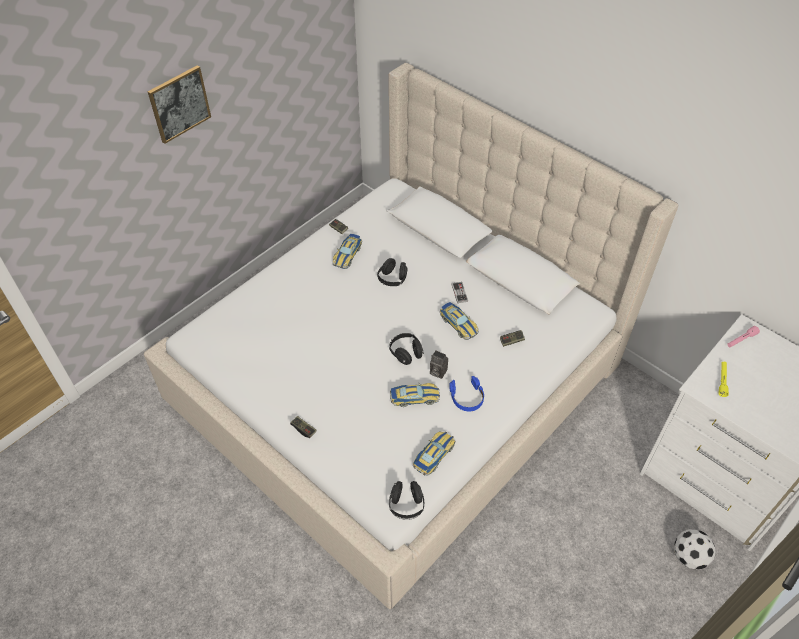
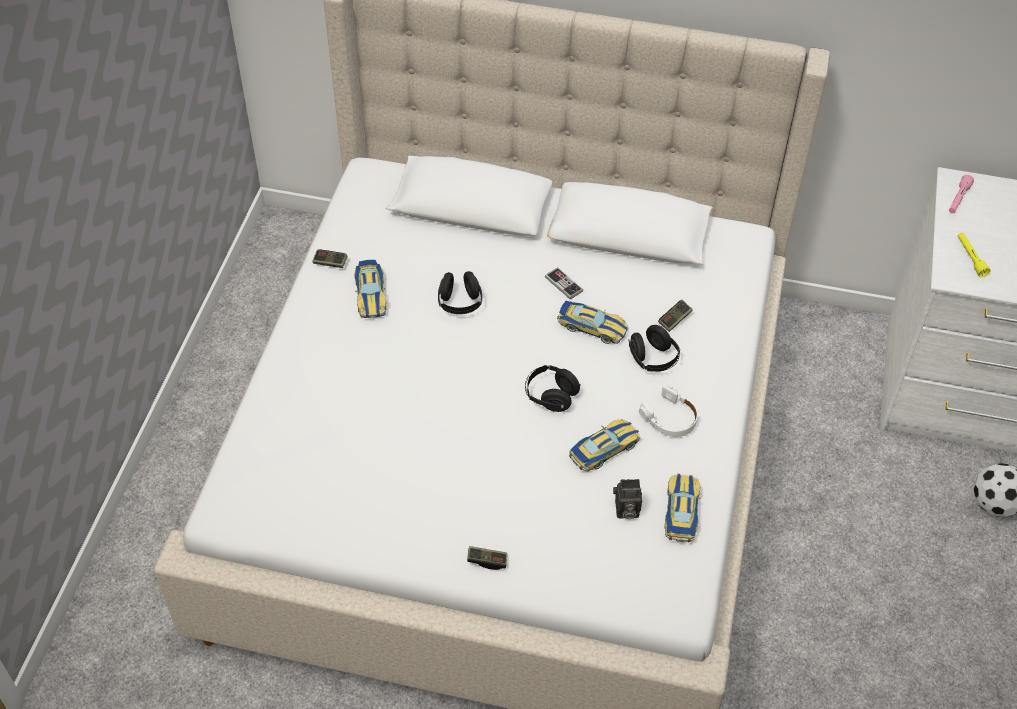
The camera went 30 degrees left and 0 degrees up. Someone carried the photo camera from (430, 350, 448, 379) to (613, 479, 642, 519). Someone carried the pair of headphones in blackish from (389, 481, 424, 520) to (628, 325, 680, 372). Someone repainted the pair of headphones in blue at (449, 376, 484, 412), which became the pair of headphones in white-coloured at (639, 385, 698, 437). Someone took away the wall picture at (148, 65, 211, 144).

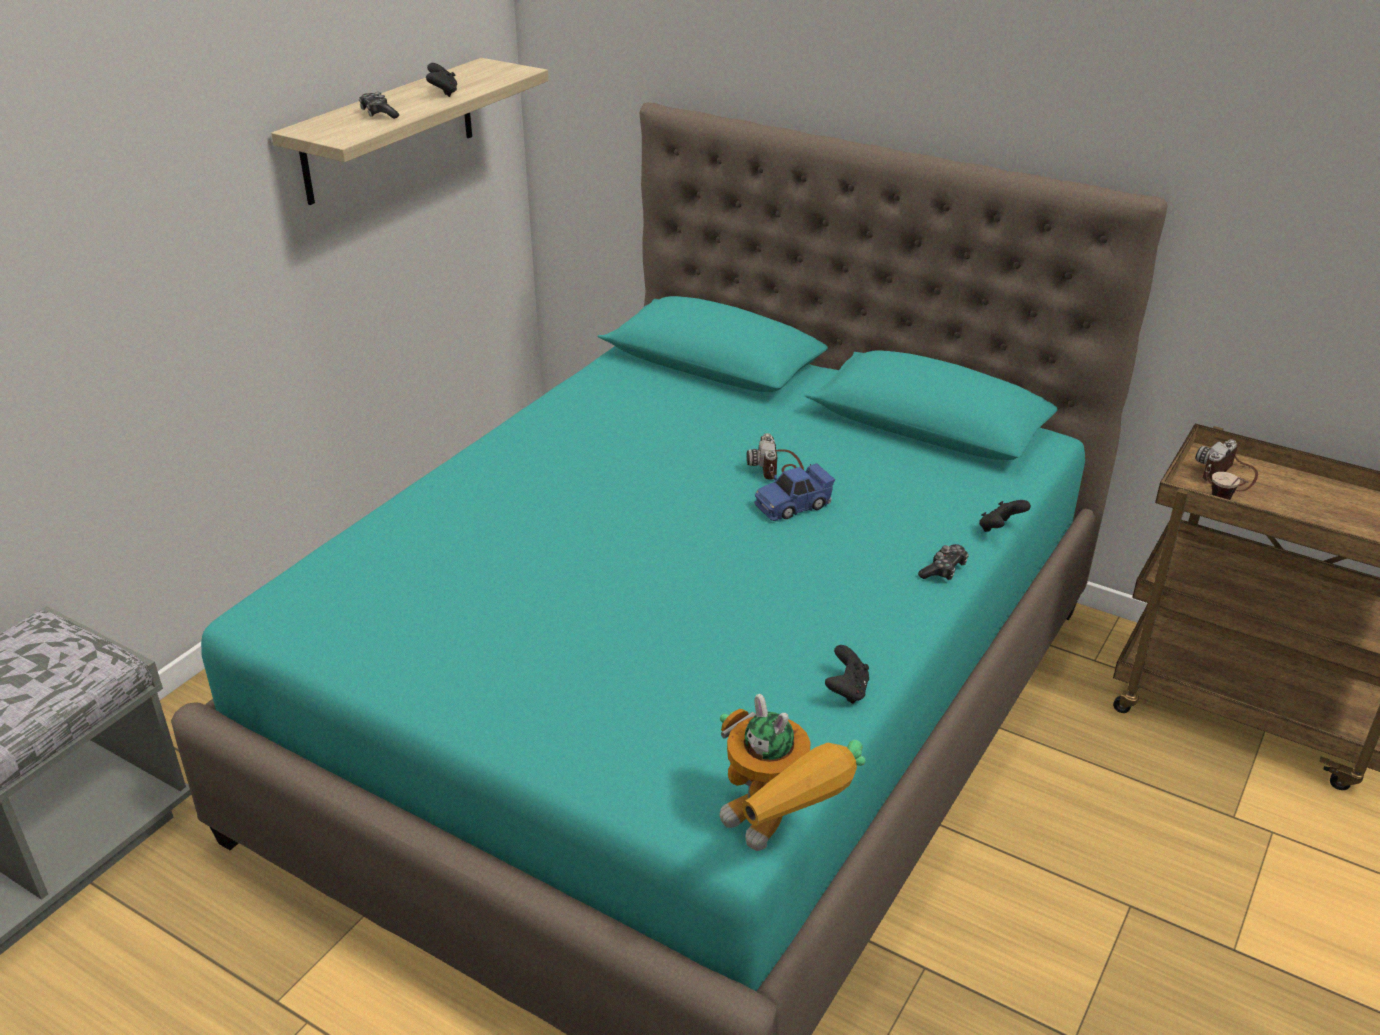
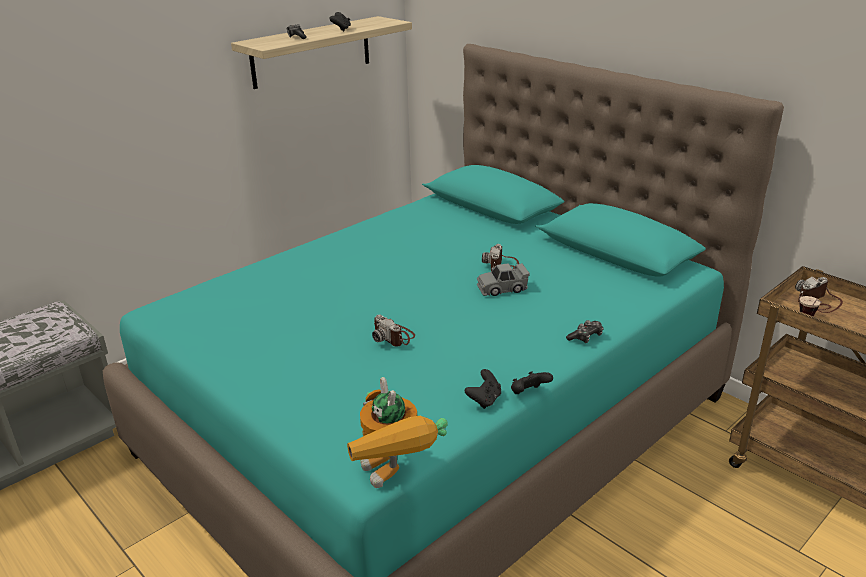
The camera went 15 degrees right and 5 degrees down. Someone put down the photo camera at (372, 315, 415, 347). Someone repainted the toy car in blue at (754, 463, 835, 521), which became the toy car in gray at (477, 263, 530, 296). Someone carried the game controller in blackish from (979, 500, 1031, 532) to (511, 371, 553, 394).

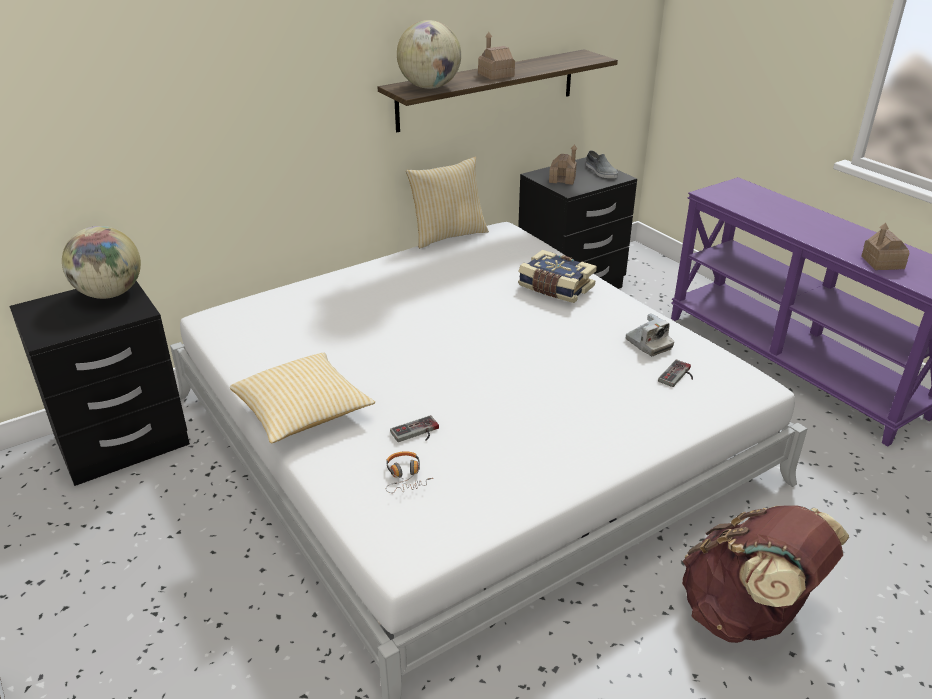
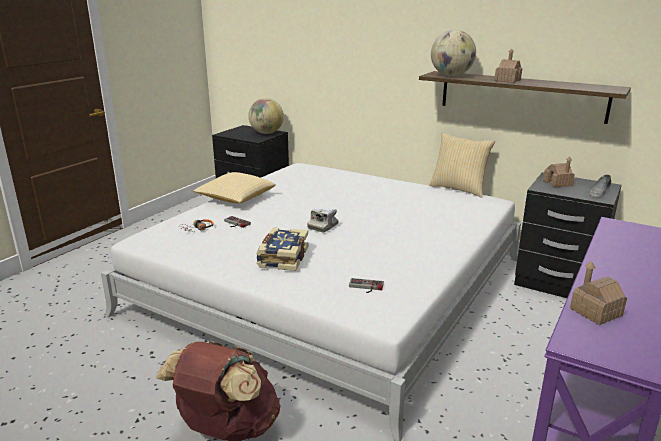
The camera went 65 degrees right and 10 degrees down. Someone carried the bound book from (518, 250, 597, 303) to (256, 227, 308, 271). Someone carried the photo camera from (626, 313, 674, 356) to (307, 209, 339, 232).

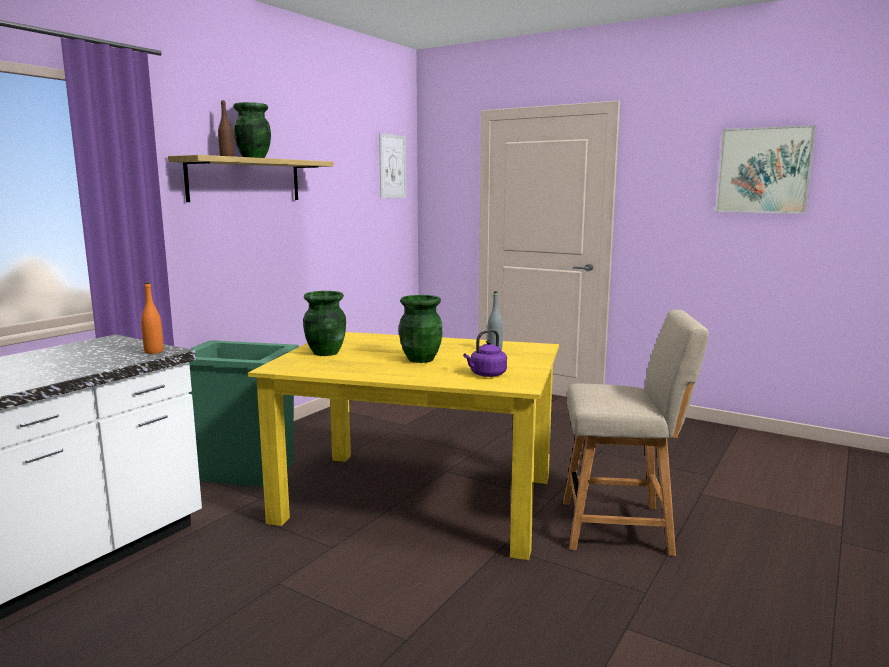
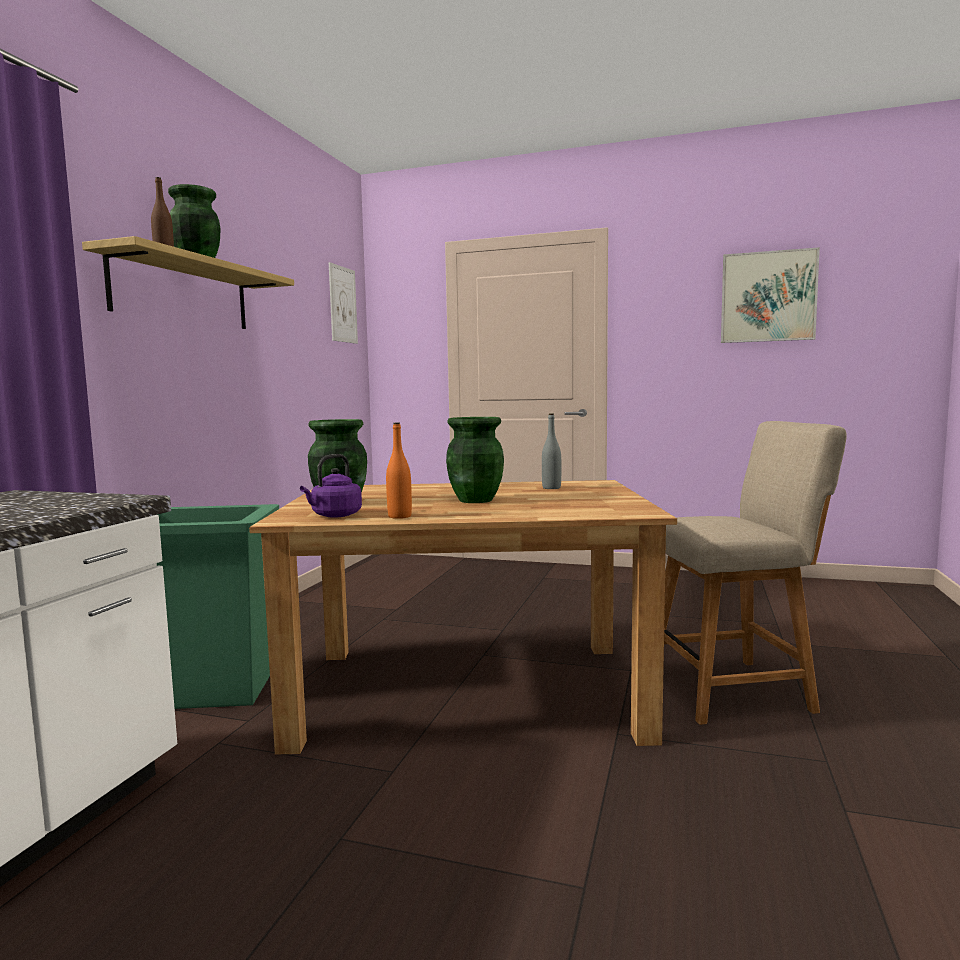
The camera went 15 degrees left and 5 degrees down. Someone repainted the kitchen table in yellowish at (248, 332, 559, 560), which became the kitchen table in brown at (249, 480, 677, 755). Someone carried the tea kettle in purple from (463, 329, 507, 377) to (300, 454, 362, 518). Someone carried the bottle in orange from (141, 282, 163, 354) to (386, 423, 412, 519).

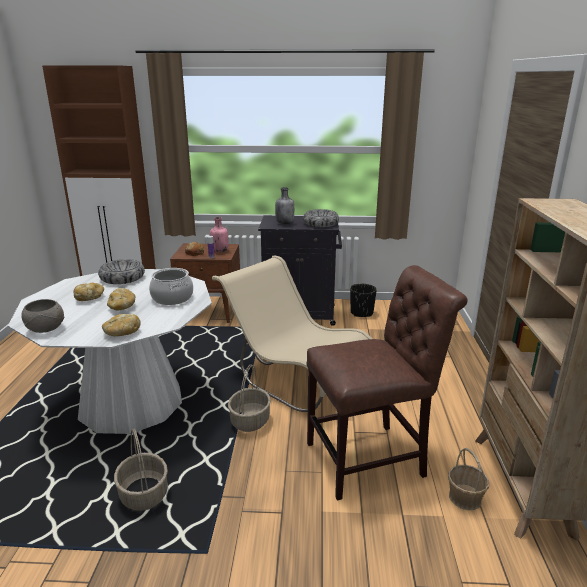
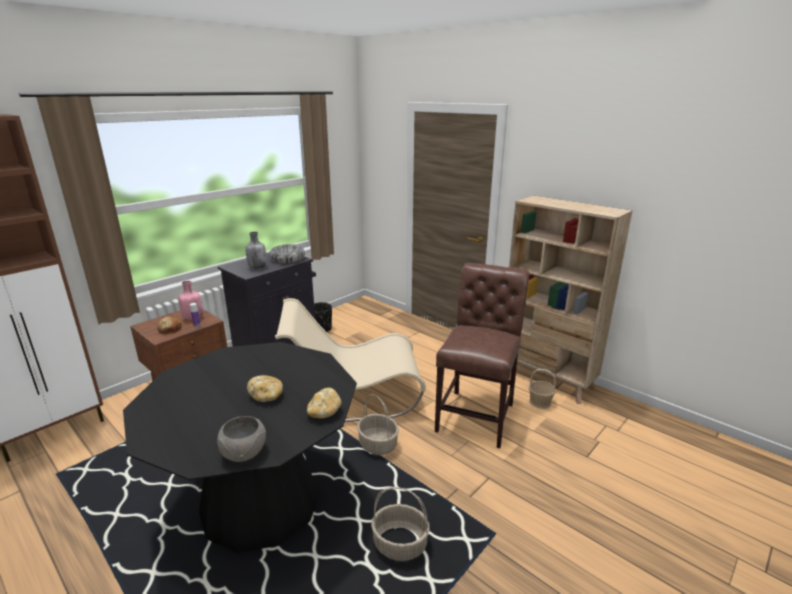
The camera went 50 degrees left and 0 degrees up. Someone repainted the kitchen table in white-coloured at (8, 269, 212, 434), which became the kitchen table in blackish at (123, 342, 357, 553). Someone took away the bread at (73, 283, 104, 301). Someone took away the deep dish at (98, 259, 145, 284). Someone took away the cooking pot at (149, 268, 193, 305).

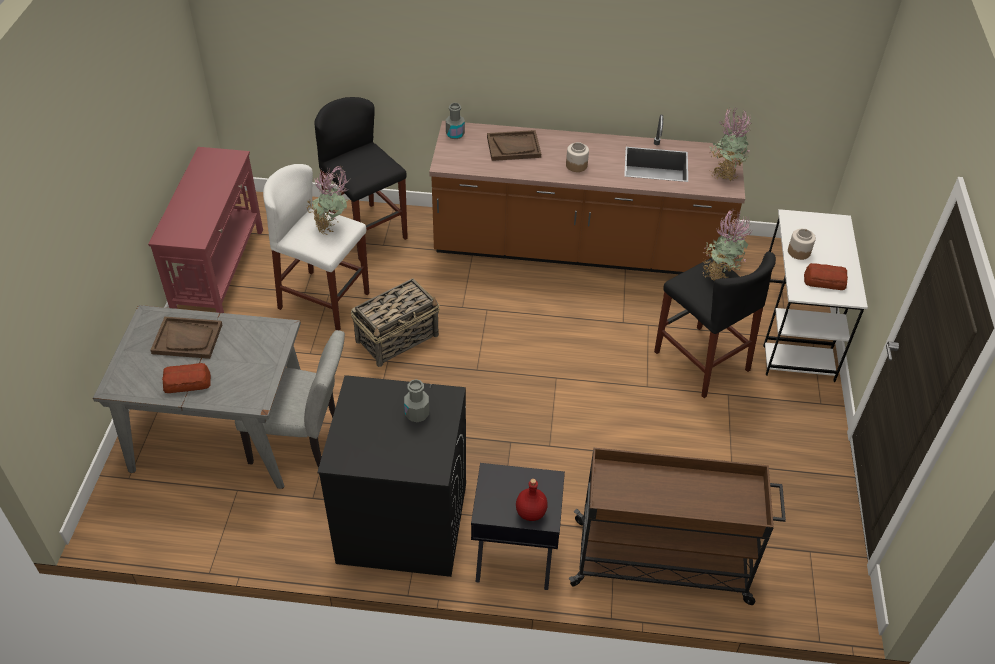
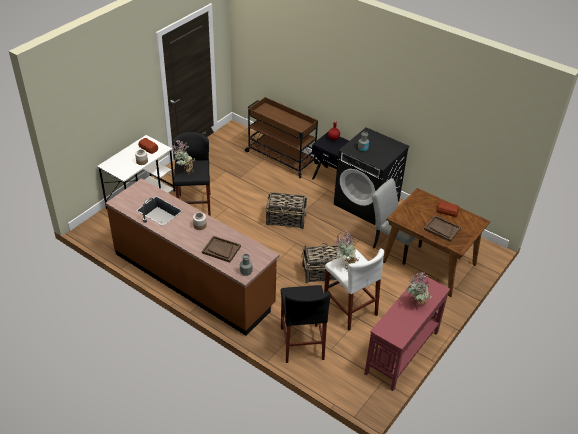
The camera went 150 degrees left and 5 degrees down. Someone put down the basket at (265, 192, 308, 229). Someone repainted the kitchen table in gray at (93, 305, 301, 489), which became the kitchen table in brown at (383, 188, 490, 297). Someone carried the houseplant from (709, 107, 752, 181) to (407, 272, 433, 307).

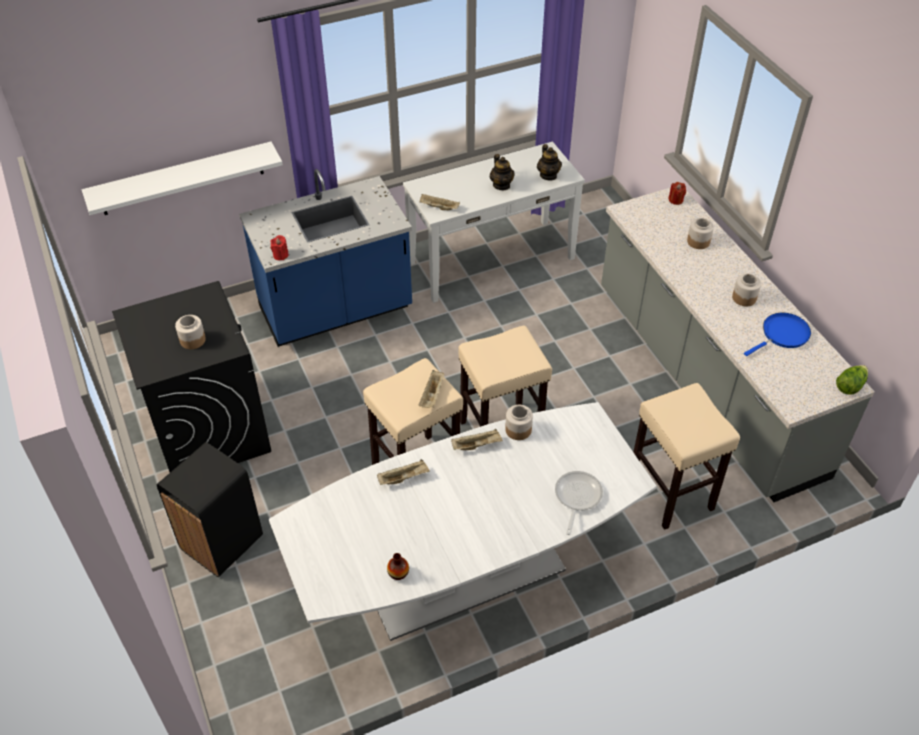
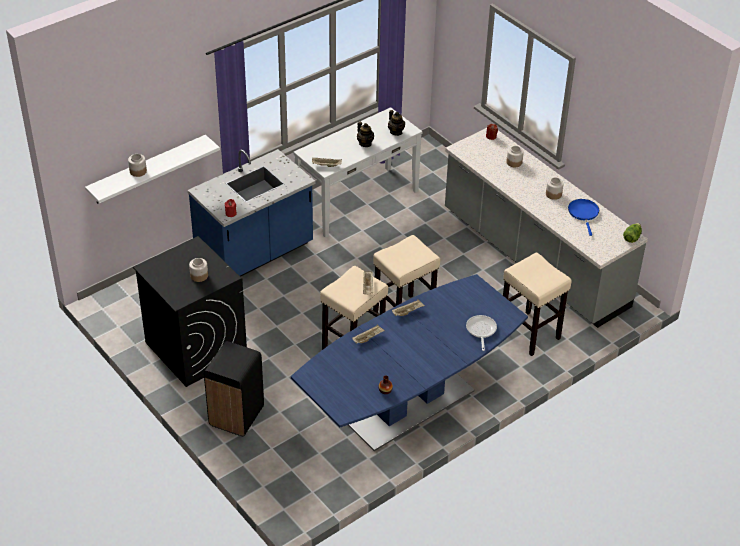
The camera went 15 degrees left and 5 degrees down. Someone carried the preserve jar from (505, 405, 533, 440) to (128, 154, 147, 177). Someone repainted the kitchen table in white-coloured at (269, 402, 657, 641), which became the kitchen table in blue at (291, 274, 528, 451). Someone rotated the skillet in blue at (744, 313, 811, 356) by 45 degrees counterclockwise.

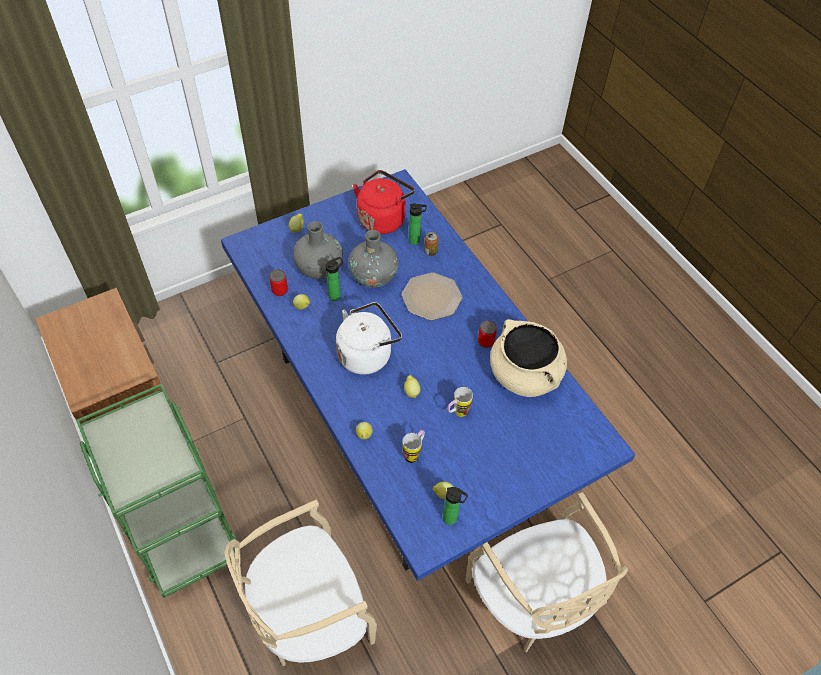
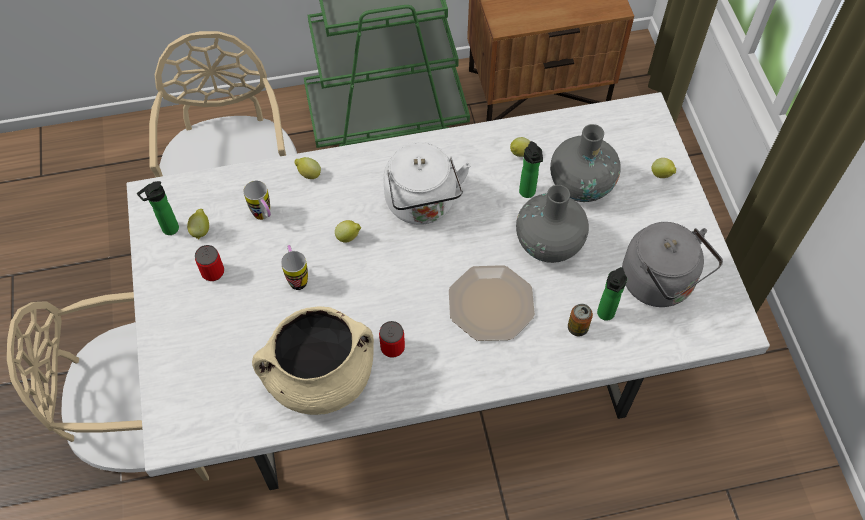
The camera went 110 degrees right and 5 degrees up. Someone repainted the kitchen table in blue at (221, 169, 635, 581), which became the kitchen table in white-coloured at (127, 92, 770, 490). Someone carried the can from (269, 269, 288, 296) to (195, 245, 224, 281). Someone repainted the tea kettle in red-coloured at (353, 170, 415, 234), which became the tea kettle in gray at (622, 222, 723, 307).

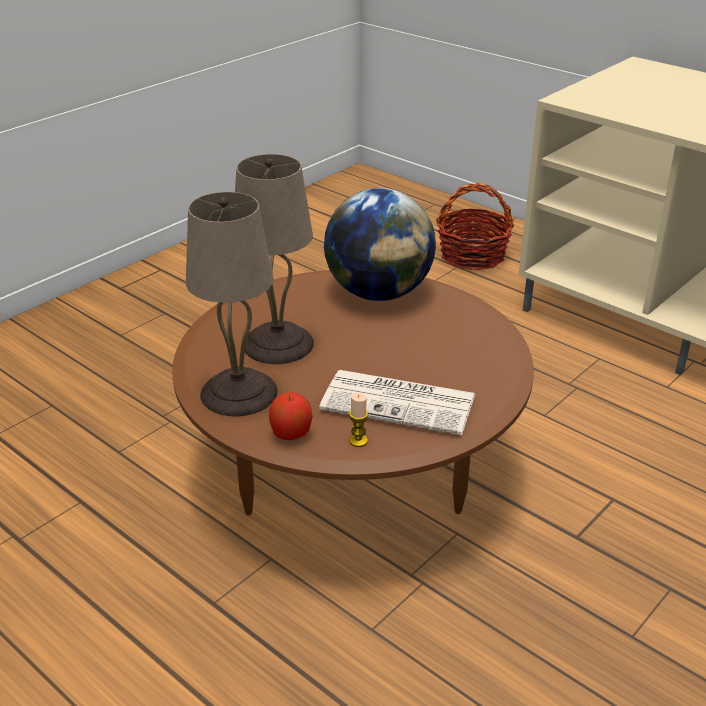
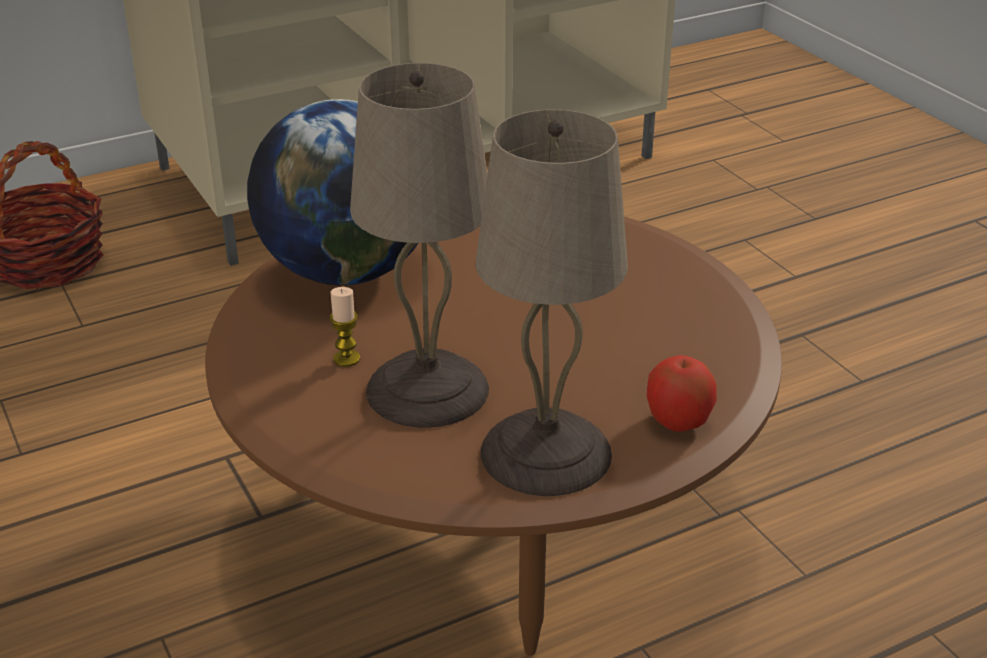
The camera went 70 degrees left and 0 degrees up. Someone carried the wax candle from (349, 393, 368, 447) to (330, 287, 360, 367). Someone took away the printed paper at (319, 370, 475, 435).

